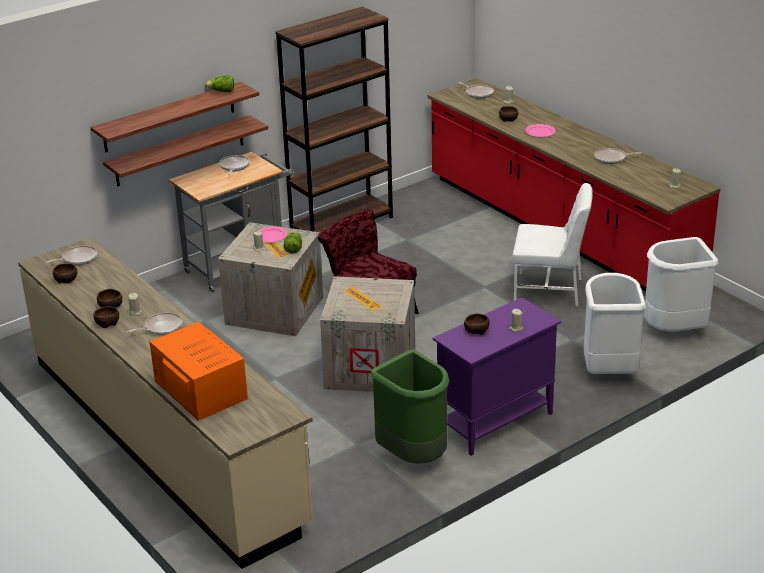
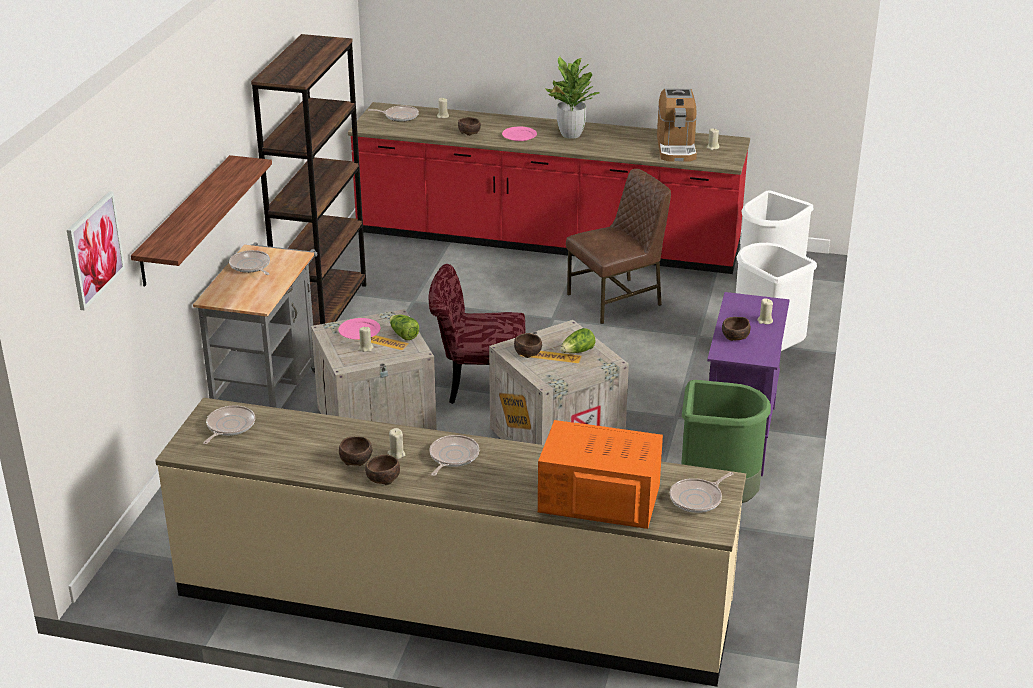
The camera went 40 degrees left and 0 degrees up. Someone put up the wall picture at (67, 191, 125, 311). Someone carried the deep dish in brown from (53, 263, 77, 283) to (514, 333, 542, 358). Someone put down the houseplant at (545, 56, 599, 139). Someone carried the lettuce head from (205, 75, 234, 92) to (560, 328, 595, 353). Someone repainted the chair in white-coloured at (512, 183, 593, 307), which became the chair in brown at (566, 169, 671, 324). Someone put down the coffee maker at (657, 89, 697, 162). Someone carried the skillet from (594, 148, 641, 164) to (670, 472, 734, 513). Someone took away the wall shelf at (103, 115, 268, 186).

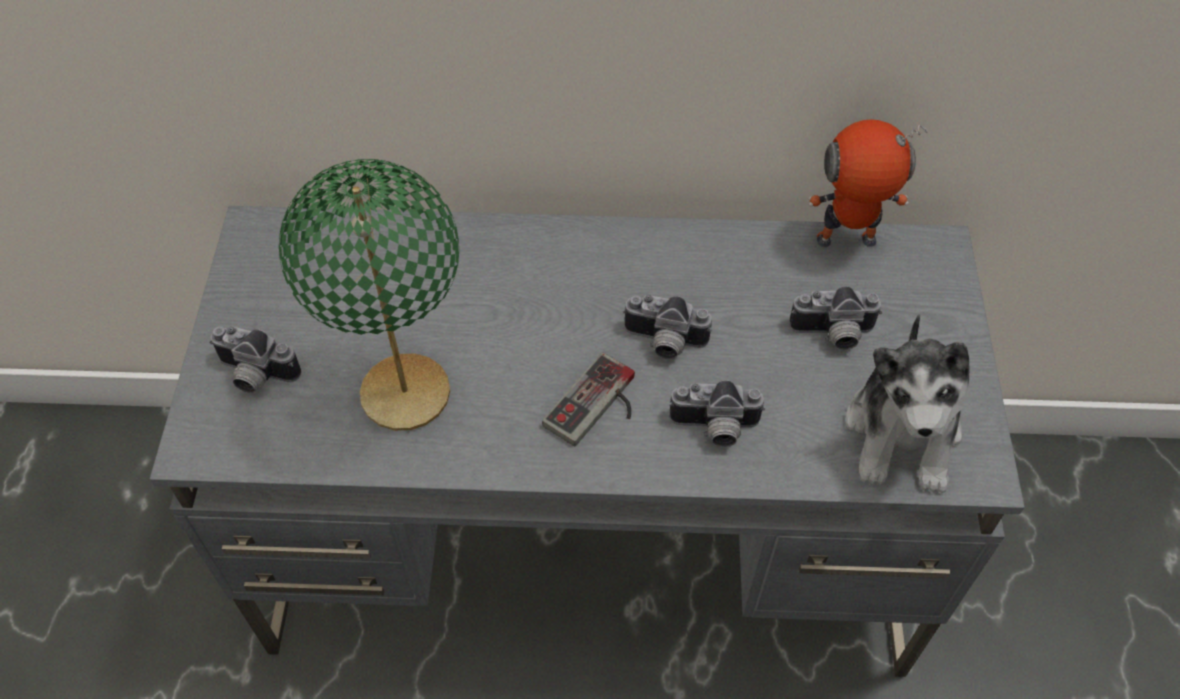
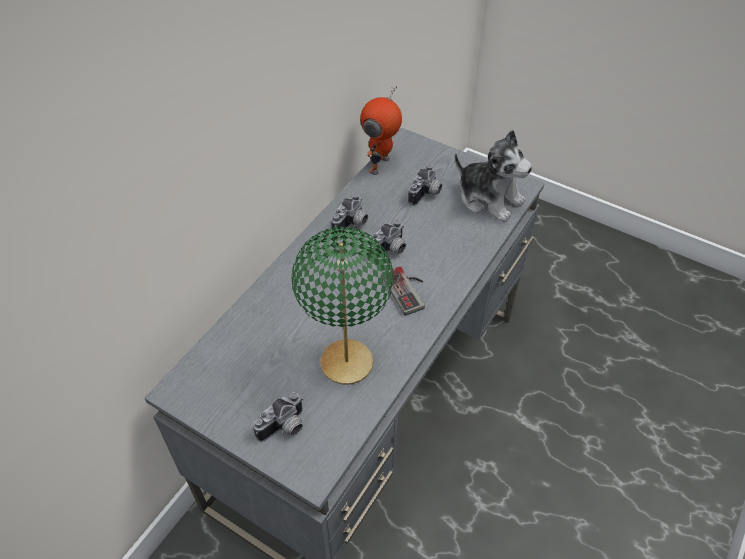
The camera went 60 degrees left and 5 degrees down. Someone carried the photo camera from (669, 380, 766, 447) to (331, 193, 368, 236).

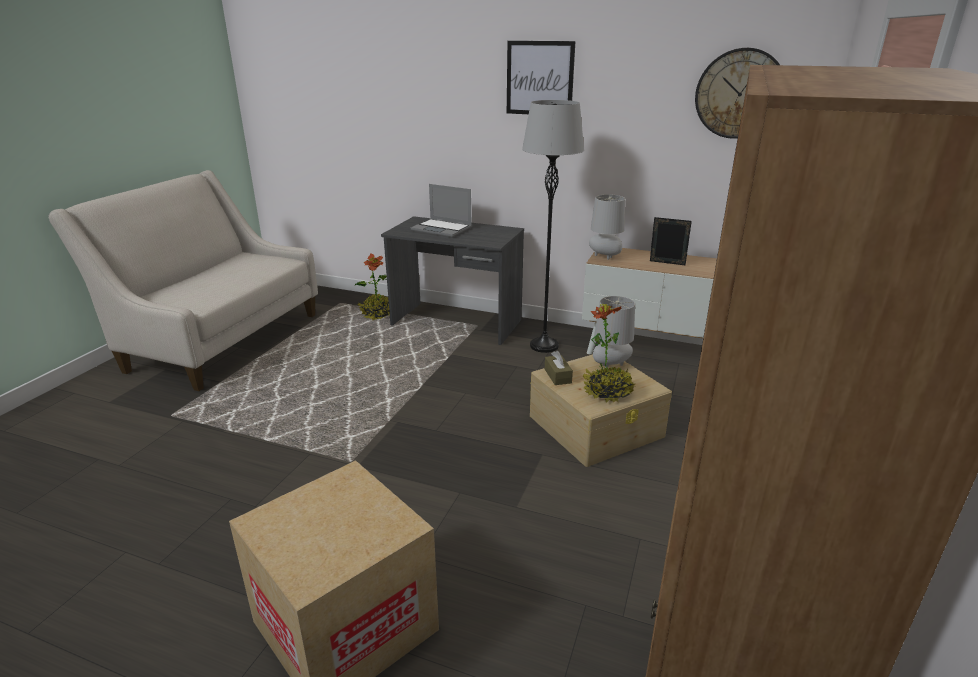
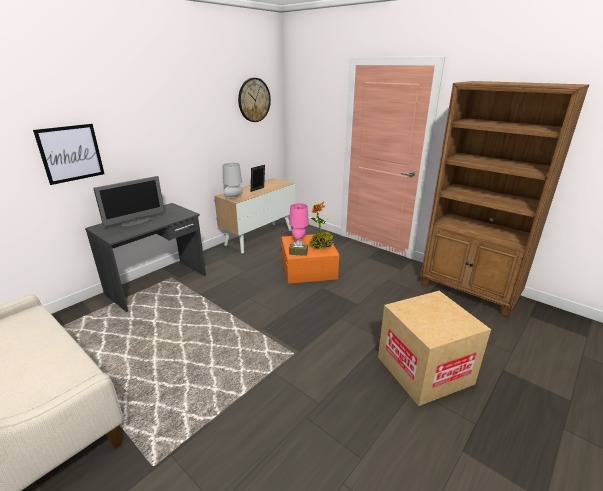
The camera went 70 degrees left and 0 degrees up. Someone carried the wall picture from (507, 41, 576, 114) to (33, 124, 104, 185). Someone swapped the portable computer at (411, 184, 472, 238) for the computer display at (93, 176, 165, 227). Someone repainted the storage box in sand-coloured at (530, 354, 672, 467), which became the storage box in orange at (281, 234, 339, 284). Someone repainted the tabletop lamp in gray at (593, 296, 635, 368), which became the tabletop lamp in pinkish at (289, 203, 309, 241). Someone took away the houseplant at (355, 253, 390, 321). Someone took away the standing lamp in gray at (522, 100, 584, 353).

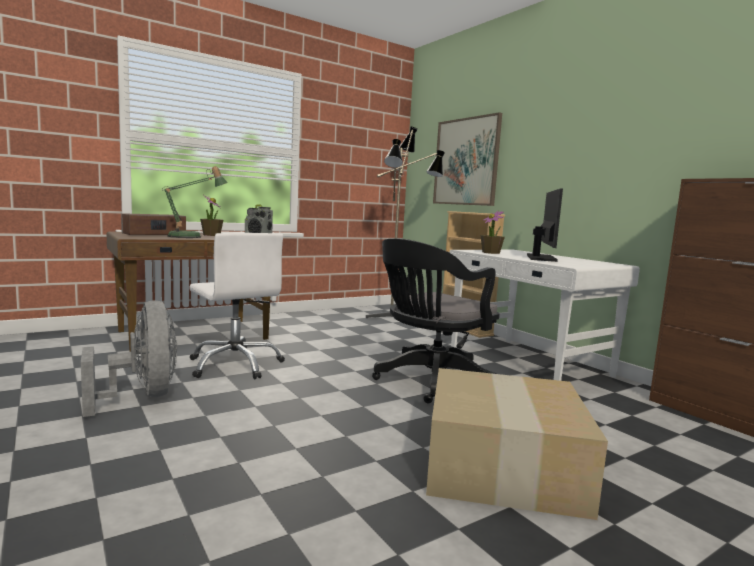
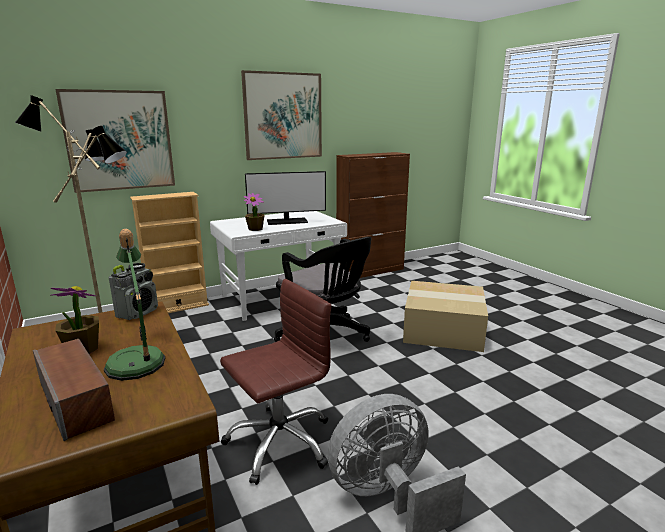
The camera went 85 degrees left and 10 degrees up. Someone repainted the computer chair in white-coloured at (189, 233, 285, 379), which became the computer chair in brown at (220, 279, 332, 485). Someone put up the wall picture at (241, 70, 322, 160). Someone rotated the computer display at (527, 189, 563, 262) by 150 degrees clockwise.

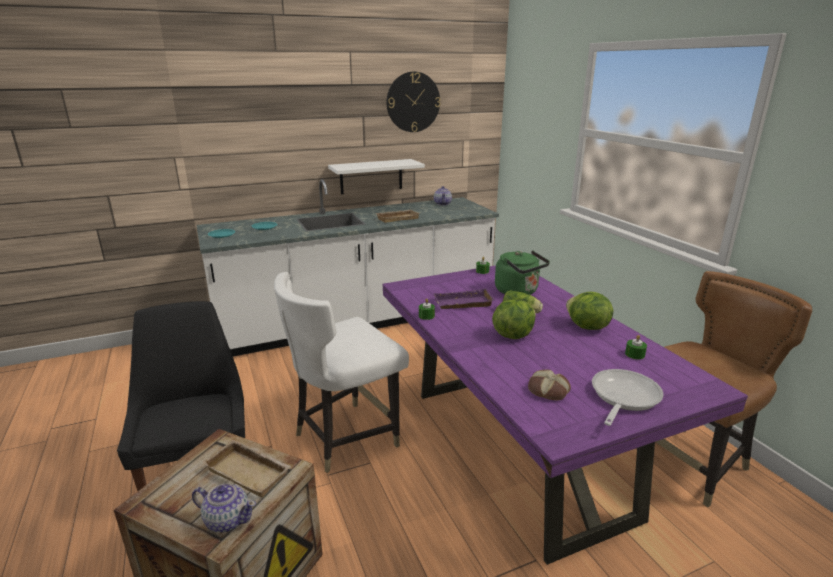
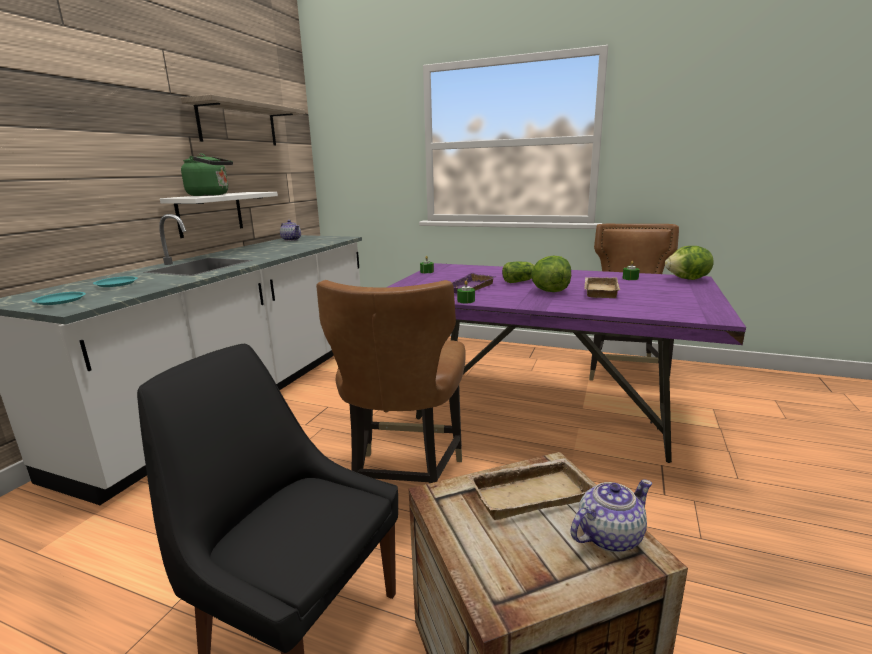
The camera went 45 degrees left and 5 degrees down. Someone swapped the clock on the wall at (387, 72, 440, 132) for the wall shelf at (181, 94, 305, 145). Someone carried the tea kettle in greenish from (495, 250, 550, 295) to (181, 154, 233, 196). Someone repainted the chair in white-coloured at (274, 272, 409, 473), which became the chair in brown at (316, 280, 466, 483). Someone carried the tray in sand-coloured from (375, 210, 420, 223) to (584, 277, 620, 298). Someone carried the lettuce head from (566, 292, 613, 330) to (665, 246, 714, 280). Someone took away the bread at (528, 370, 571, 400). Someone took away the skillet at (592, 369, 664, 426).

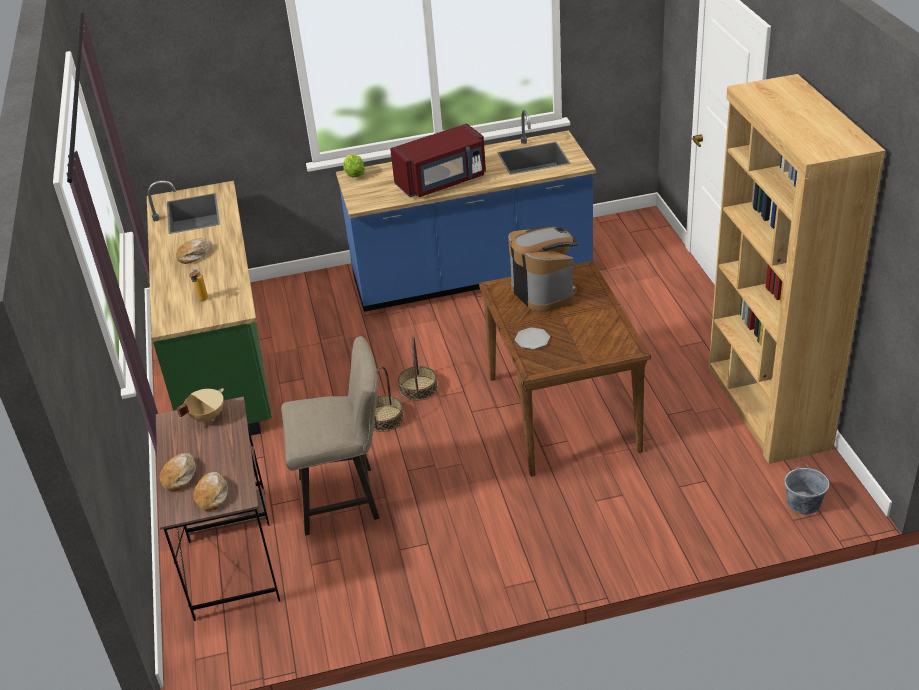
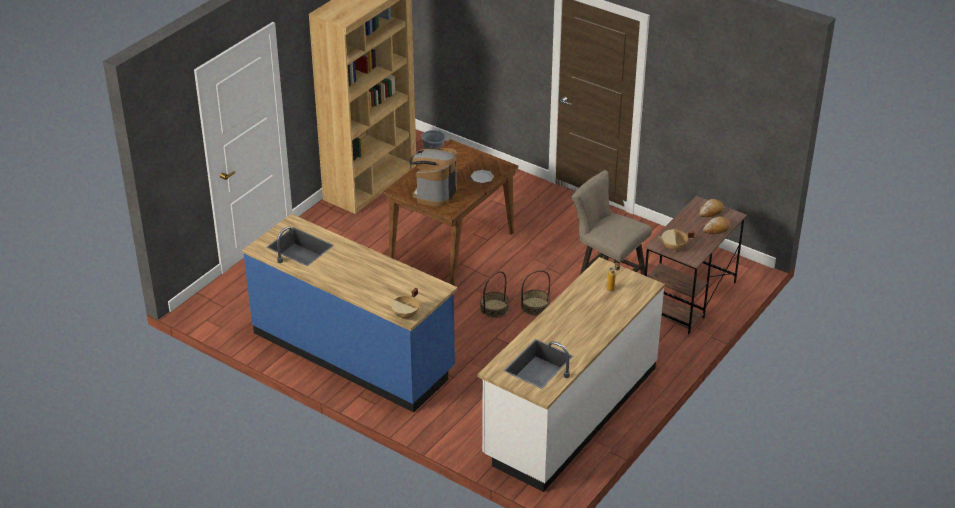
The camera went 135 degrees left and 0 degrees up. Someone swapped the lettuce head at (343, 155, 365, 177) for the cooking pot in sand-coloured at (391, 288, 419, 319). Someone repainted the kitchen base unit in greenish at (147, 181, 272, 436), which became the kitchen base unit in white-coloured at (477, 257, 665, 492). Someone took away the bread at (176, 238, 211, 264). Someone took away the kitchen microwave in red-coloured at (390, 123, 486, 197).

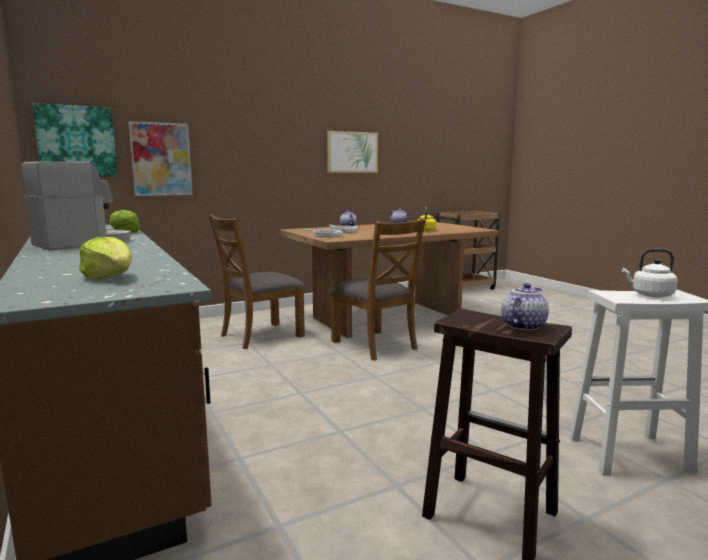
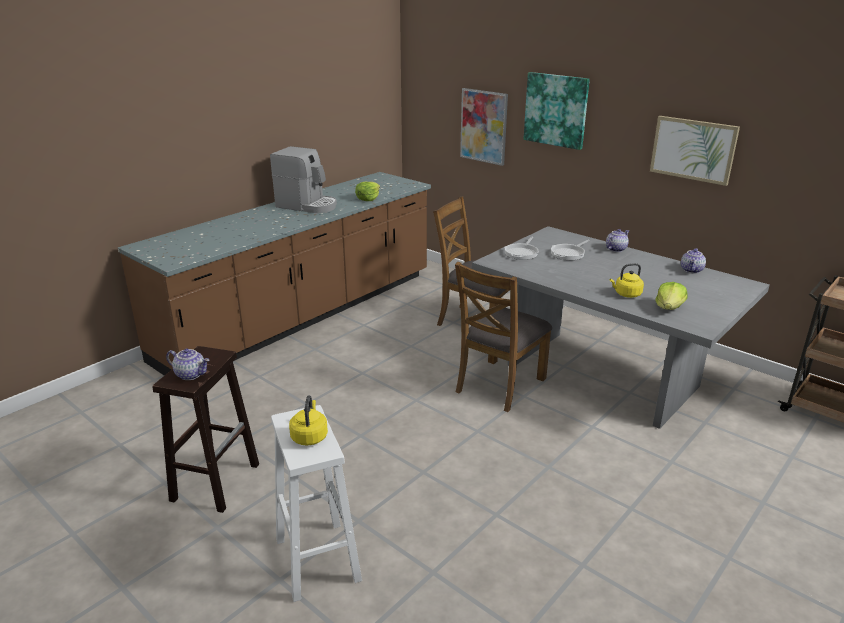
The camera went 70 degrees right and 15 degrees up. Someone repainted the tea kettle in white-coloured at (622, 249, 678, 298), which became the tea kettle in yellowish at (289, 395, 328, 446). Someone repainted the kitchen table in brown at (279, 222, 499, 338), which became the kitchen table in gray at (472, 226, 769, 429). Someone carried the wall picture from (32, 103, 118, 176) to (524, 72, 590, 150). Someone carried the lettuce head from (79, 237, 132, 279) to (655, 282, 687, 310).

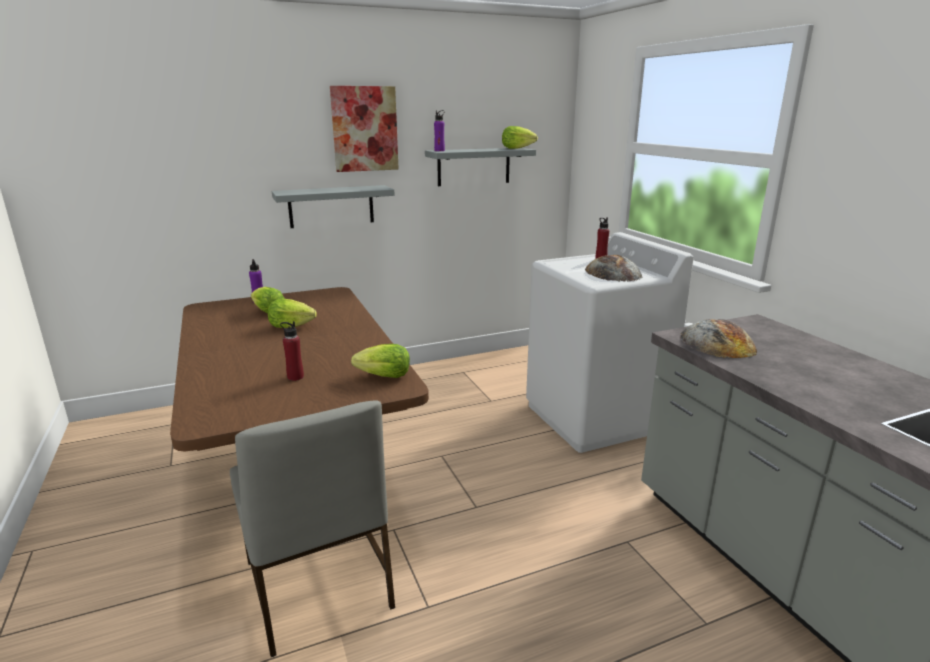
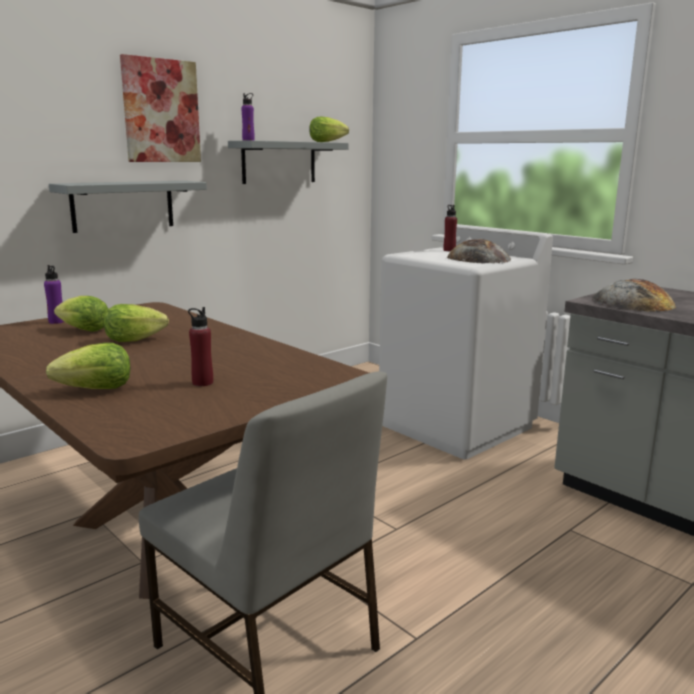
The camera went 20 degrees left and 5 degrees down. Someone carried the lettuce head from (351, 344, 410, 378) to (46, 343, 130, 389).

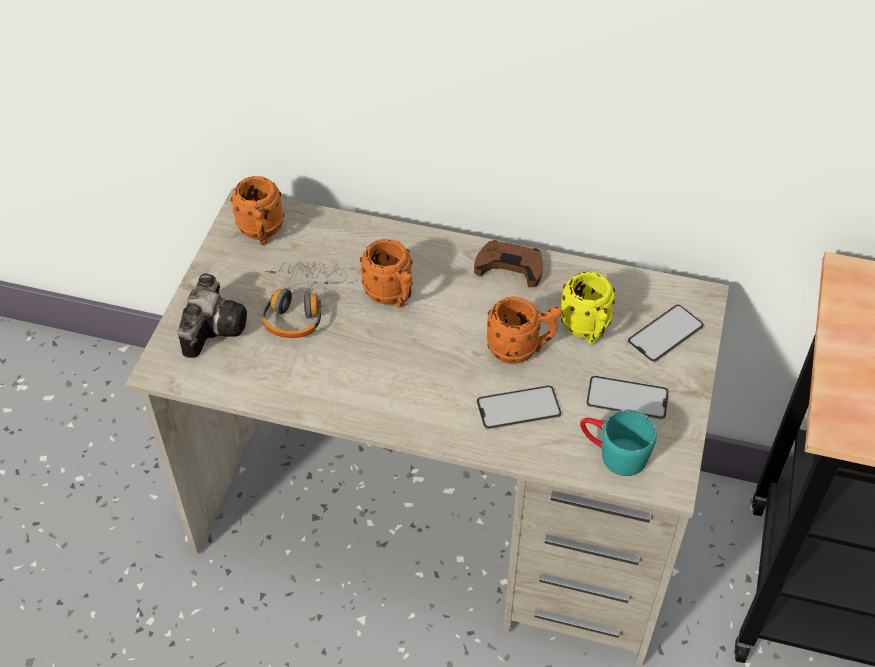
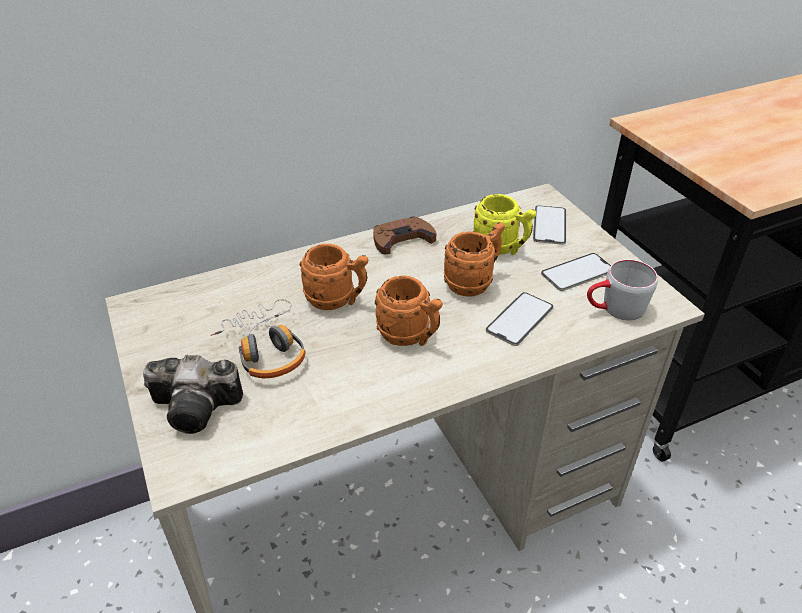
The camera went 40 degrees left and 10 degrees down. Someone rotated the photo camera at (178, 273, 247, 358) by 120 degrees clockwise. Someone carried the mug in orange from (231, 176, 284, 245) to (375, 276, 443, 346). Someone repainted the mug in blue-green at (580, 410, 657, 476), which became the mug in gray at (587, 259, 658, 320).

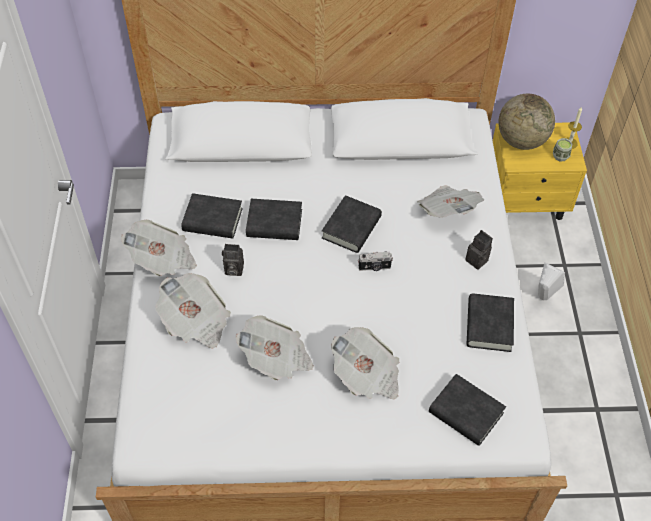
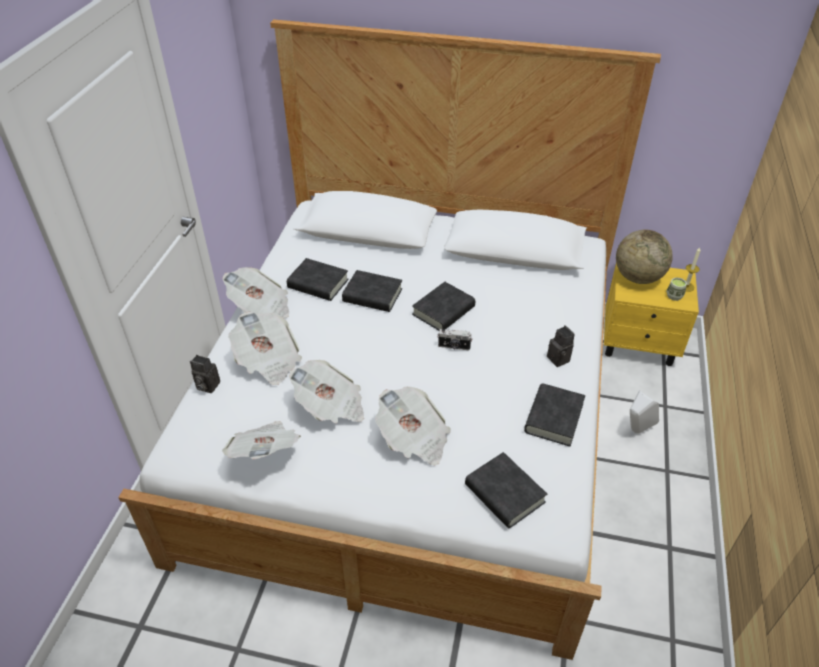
The camera went 15 degrees right and 10 degrees down. Someone carried the photo camera from (222, 244, 244, 276) to (190, 355, 220, 393). Someone carried the printed paper from (417, 185, 485, 217) to (222, 421, 301, 460).

